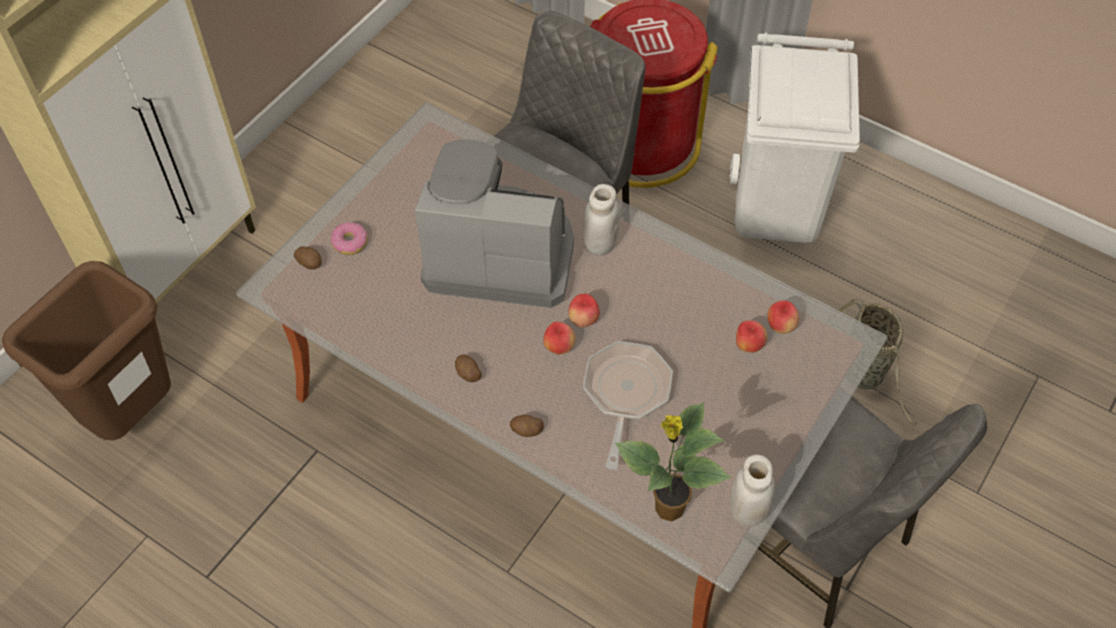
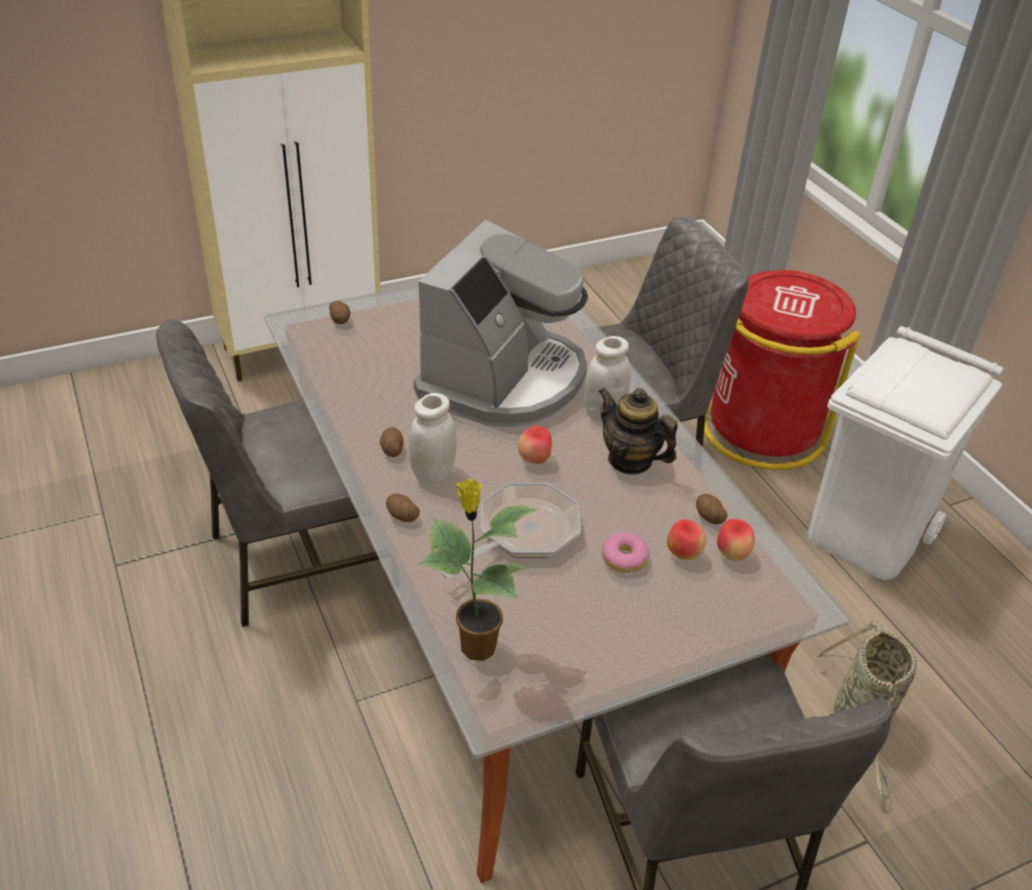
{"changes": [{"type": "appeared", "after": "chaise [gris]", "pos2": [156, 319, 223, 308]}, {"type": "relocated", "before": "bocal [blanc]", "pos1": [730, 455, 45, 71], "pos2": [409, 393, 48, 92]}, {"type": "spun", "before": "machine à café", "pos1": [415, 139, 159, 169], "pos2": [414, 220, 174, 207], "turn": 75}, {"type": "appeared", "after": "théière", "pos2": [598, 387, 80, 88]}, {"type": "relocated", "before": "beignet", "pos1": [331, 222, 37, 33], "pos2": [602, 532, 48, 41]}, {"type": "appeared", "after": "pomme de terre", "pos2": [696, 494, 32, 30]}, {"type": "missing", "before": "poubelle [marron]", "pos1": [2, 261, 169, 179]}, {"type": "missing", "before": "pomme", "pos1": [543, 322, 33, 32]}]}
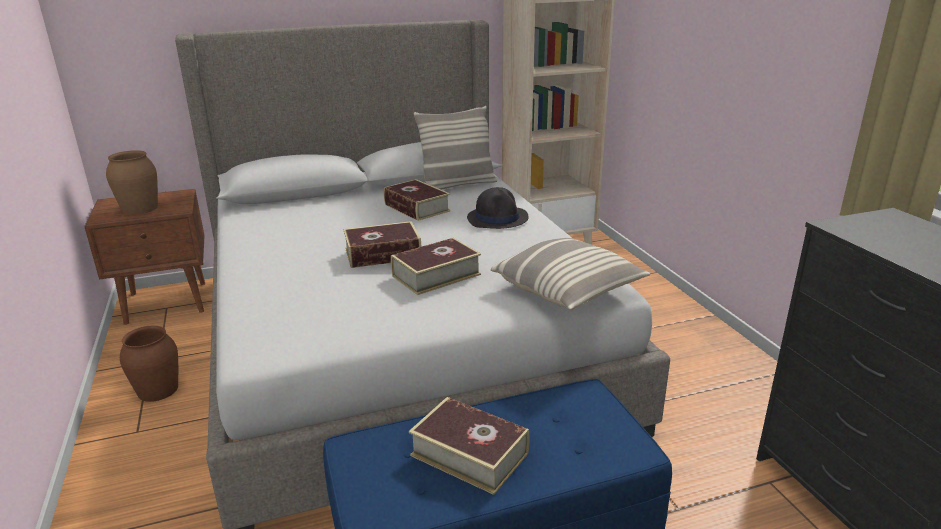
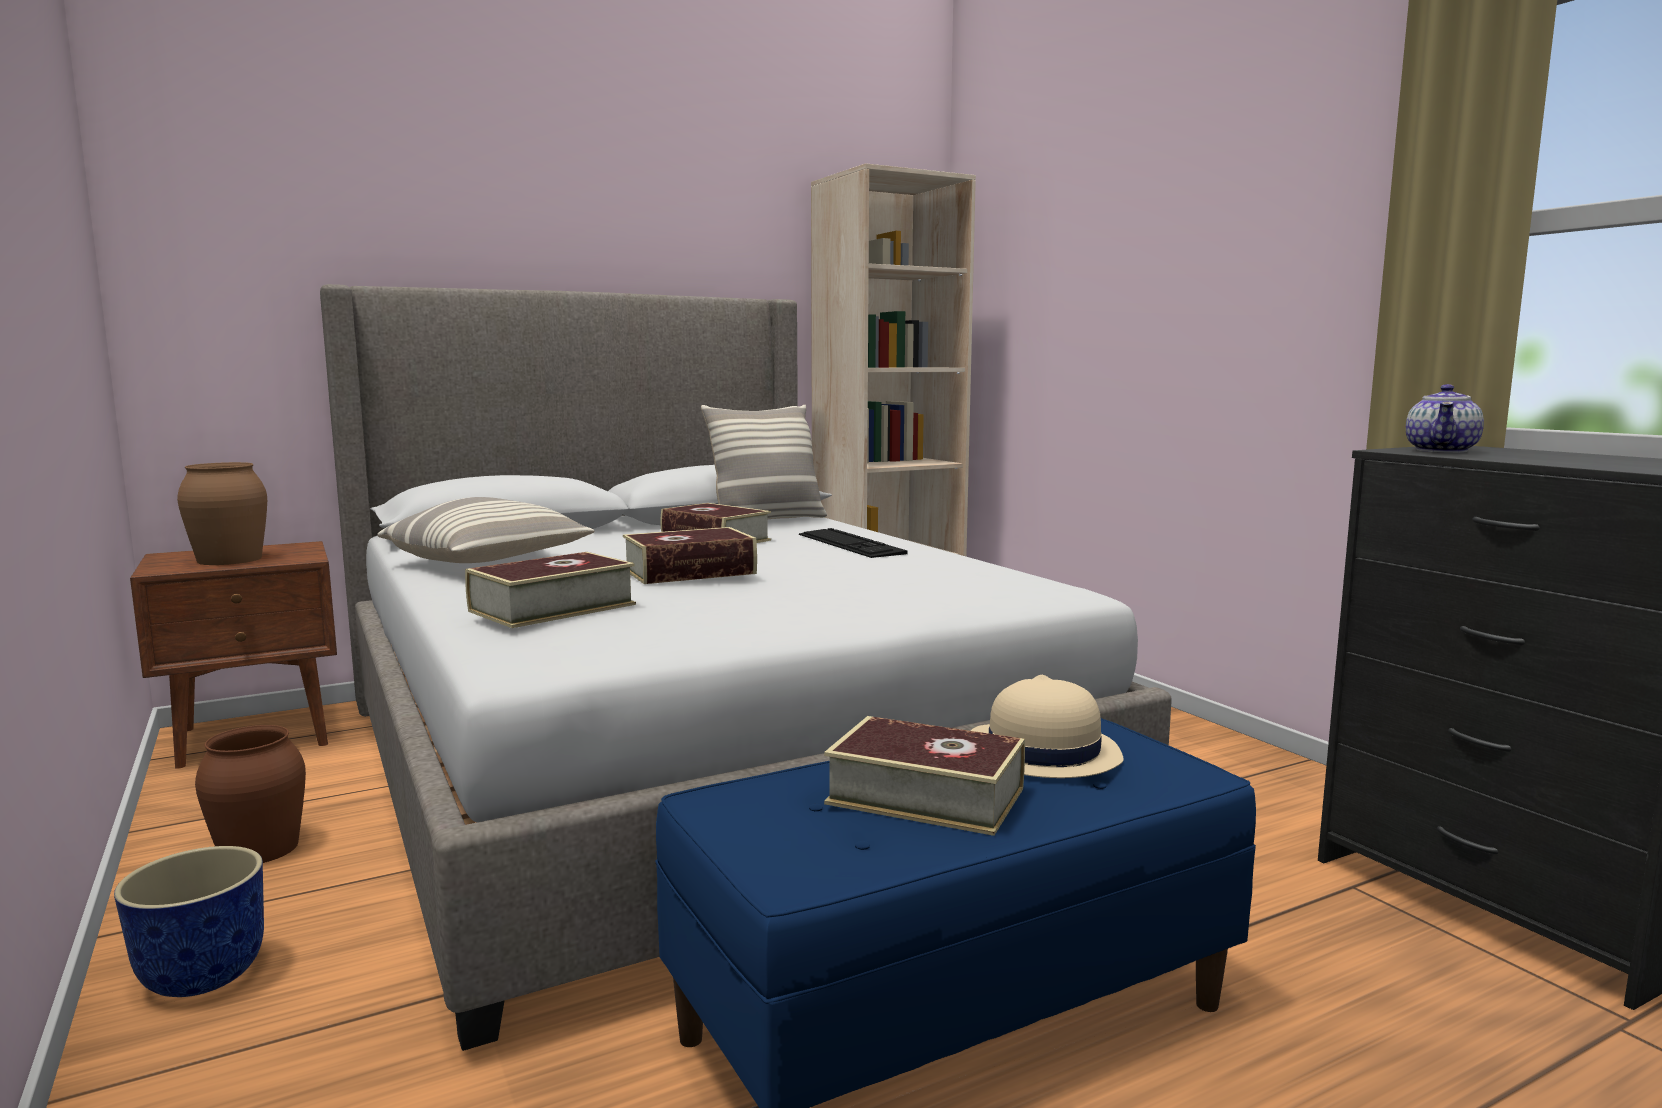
{"changes": [{"type": "appeared", "after": "cache-pot", "pos2": [114, 846, 150, 151]}, {"type": "relocated", "before": "coussin", "pos1": [491, 237, 159, 73], "pos2": [377, 497, 218, 66]}, {"type": "relocated", "before": "livre", "pos1": [391, 238, 90, 57], "pos2": [465, 552, 171, 76]}, {"type": "exchanged", "before": "chapeau [noir]", "after": "clavier", "pos1": [467, 187, 62, 42], "pos2": [799, 528, 109, 30]}, {"type": "appeared", "after": "chapeau [beige]", "pos2": [971, 675, 153, 103]}, {"type": "appeared", "after": "théière", "pos2": [1406, 384, 78, 69]}]}
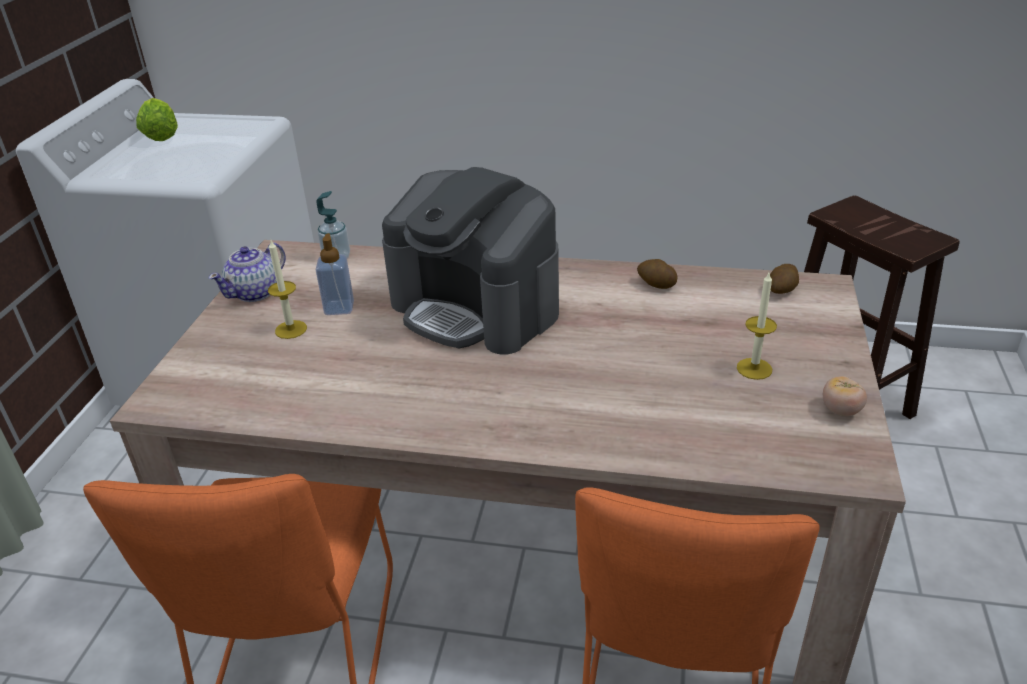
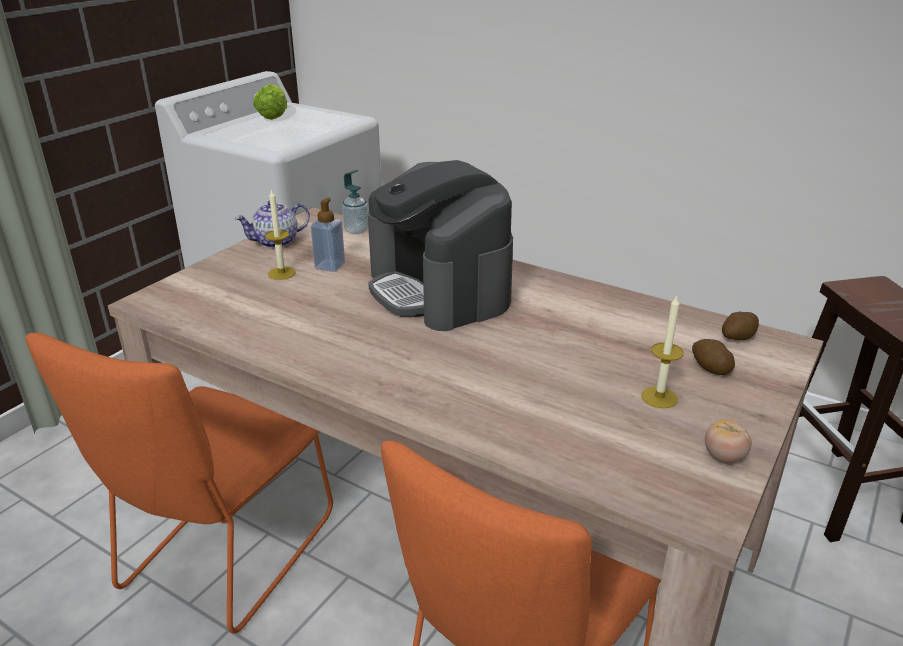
{"changes": [{"type": "relocated", "before": "pomme de terre", "pos1": [637, 259, 41, 30], "pos2": [692, 339, 43, 36]}]}
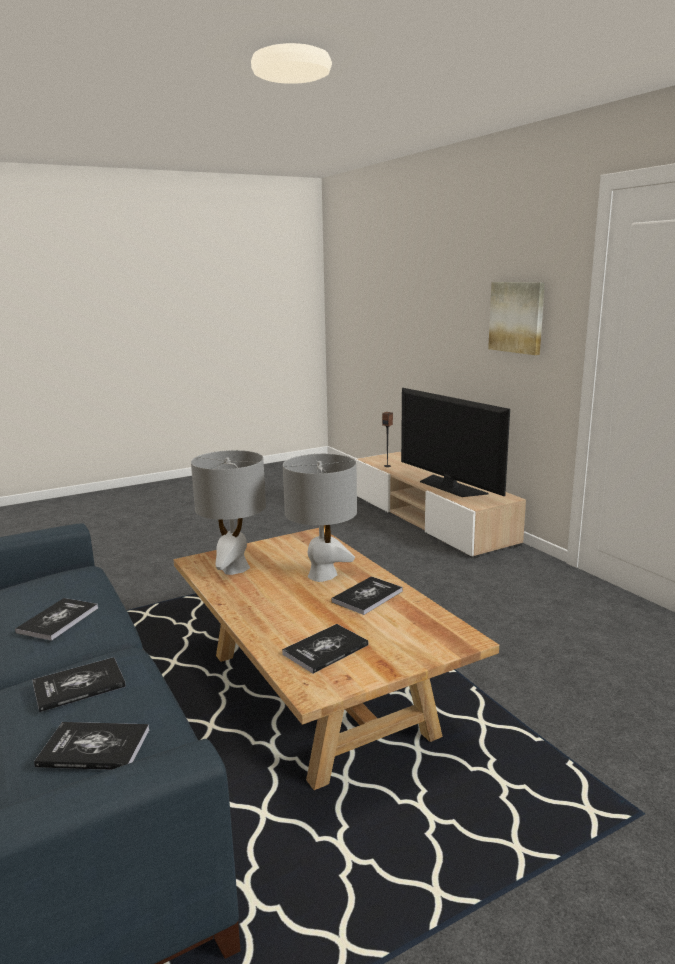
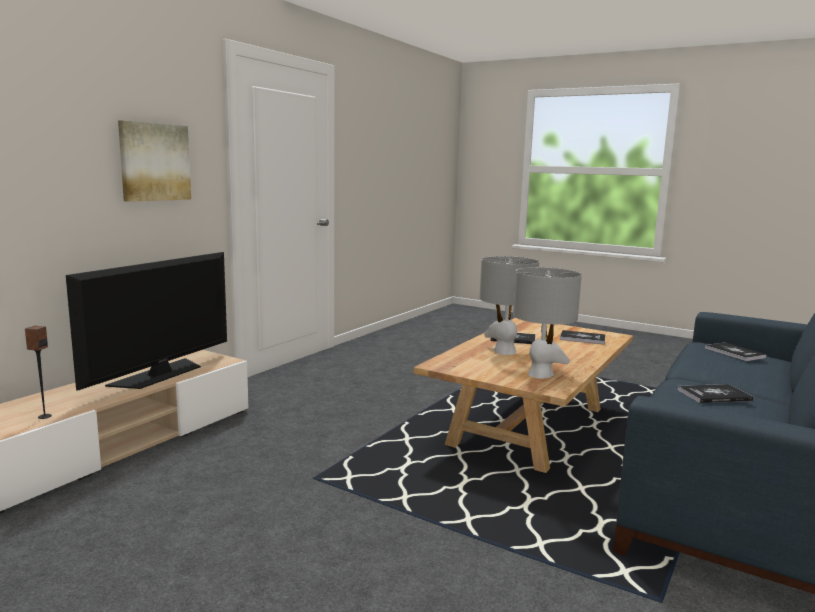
{"changes": [{"type": "missing", "before": "livre", "pos1": [32, 657, 94, 55]}]}
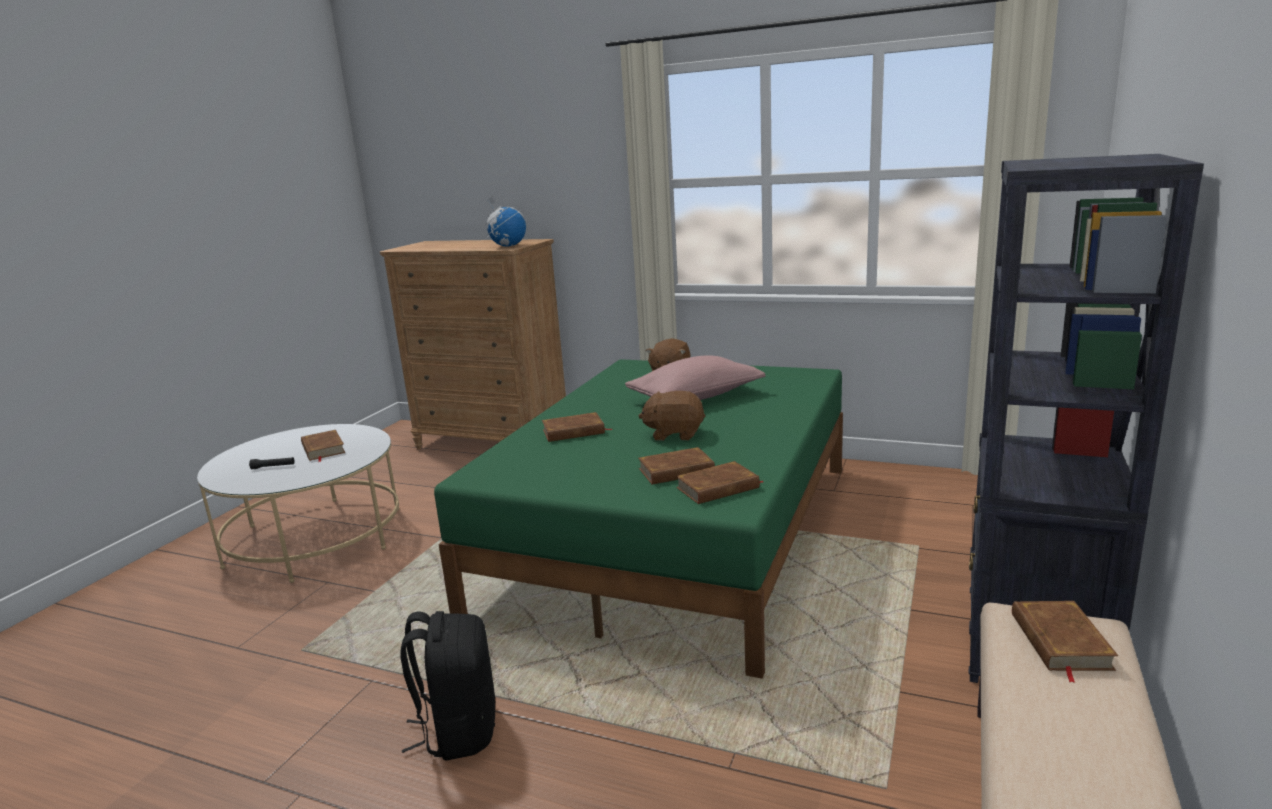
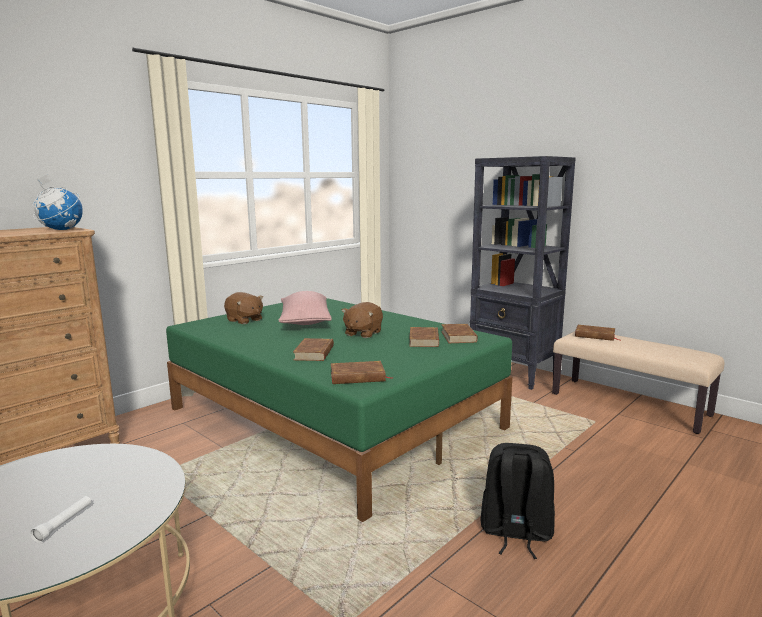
{"changes": [{"type": "colour", "before": "lampe de poche [noir]", "after": "lampe de poche [blanc]", "pos1": [249, 457, 46, 12], "pos2": [30, 496, 61, 47]}, {"type": "relocated", "before": "livre [marron]", "pos1": [301, 430, 45, 32], "pos2": [331, 361, 63, 23]}]}
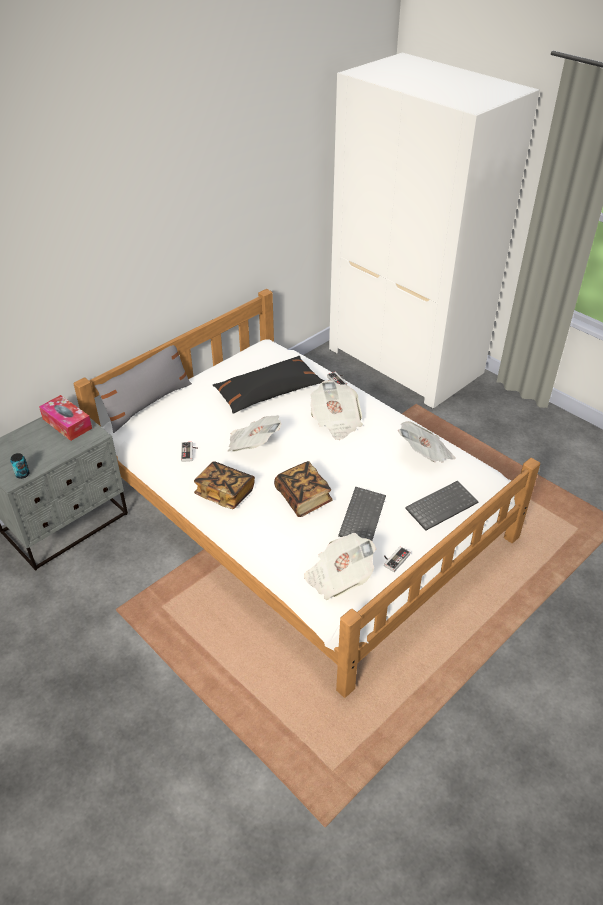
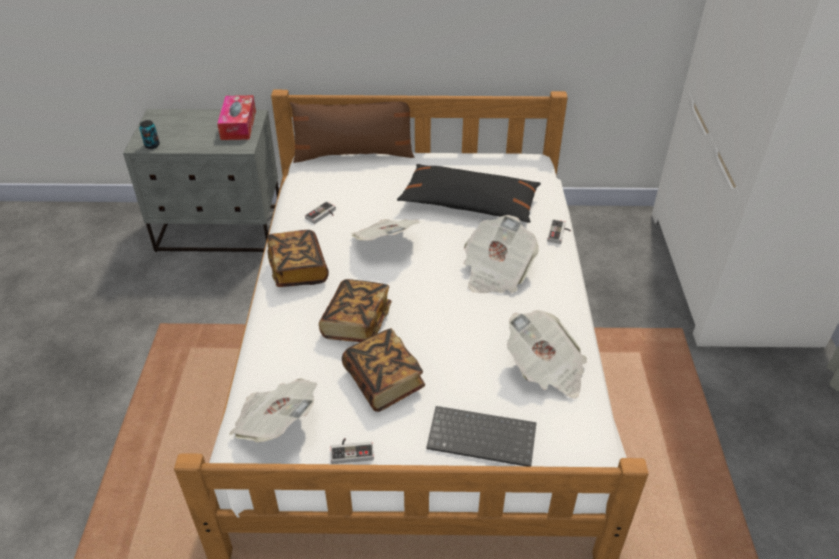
{"changes": [{"type": "colour", "before": "coussin [gris]", "after": "coussin [marron]", "pos1": [95, 345, 97, 88], "pos2": [290, 101, 124, 62]}, {"type": "exchanged", "before": "clavier", "after": "livre", "pos1": [338, 486, 48, 55], "pos2": [342, 328, 83, 84]}]}
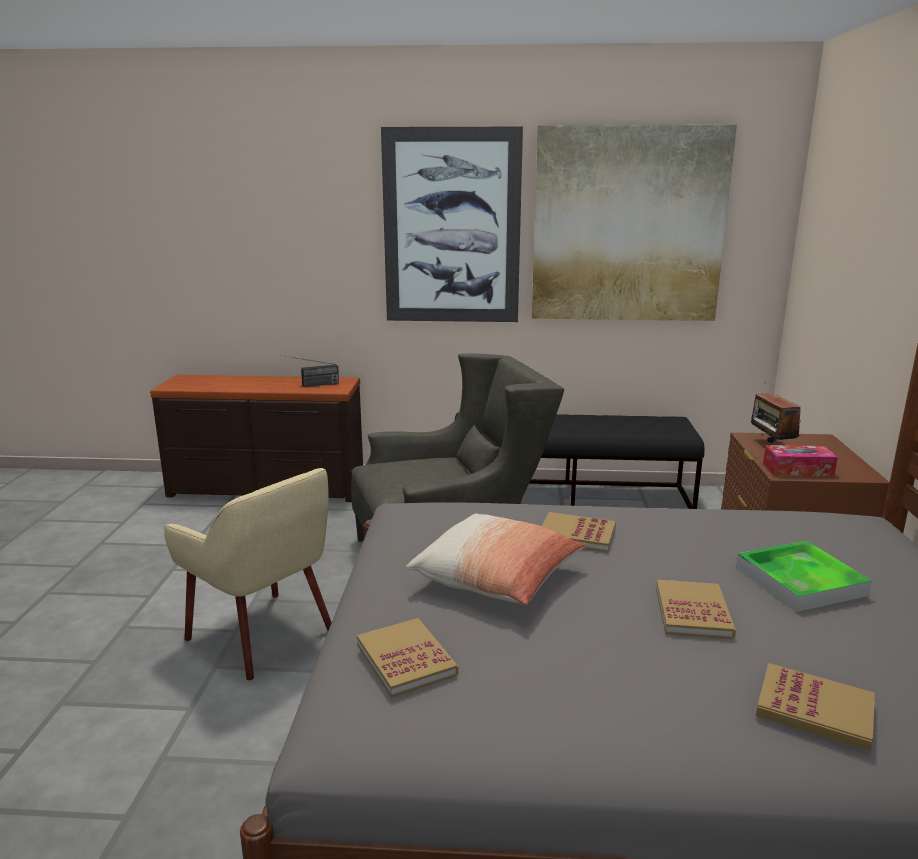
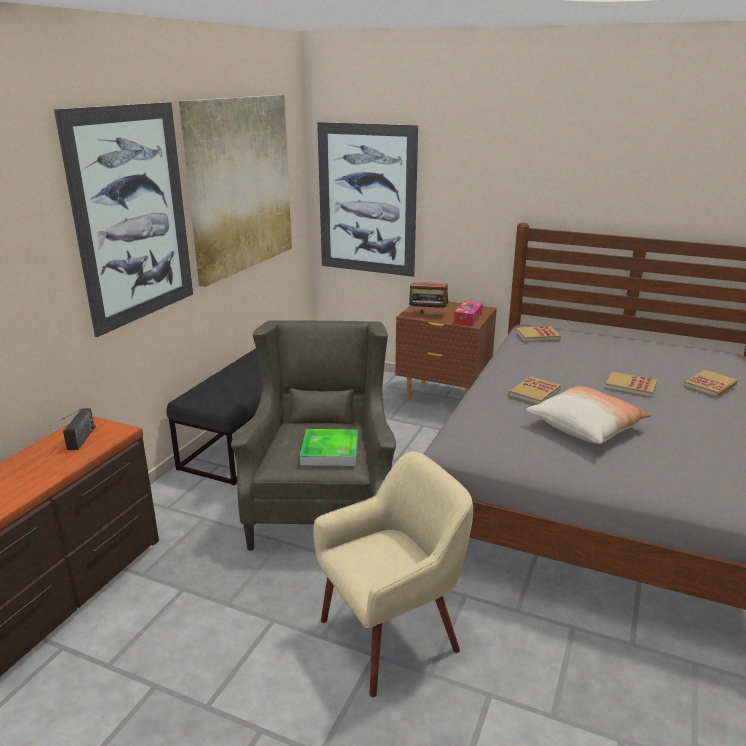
{"changes": [{"type": "relocated", "before": "plateau", "pos1": [736, 541, 136, 71], "pos2": [300, 429, 58, 37]}, {"type": "appeared", "after": "tableau", "pos2": [317, 122, 101, 155]}, {"type": "relocated", "before": "livre", "pos1": [357, 618, 101, 80], "pos2": [515, 326, 46, 16]}]}
